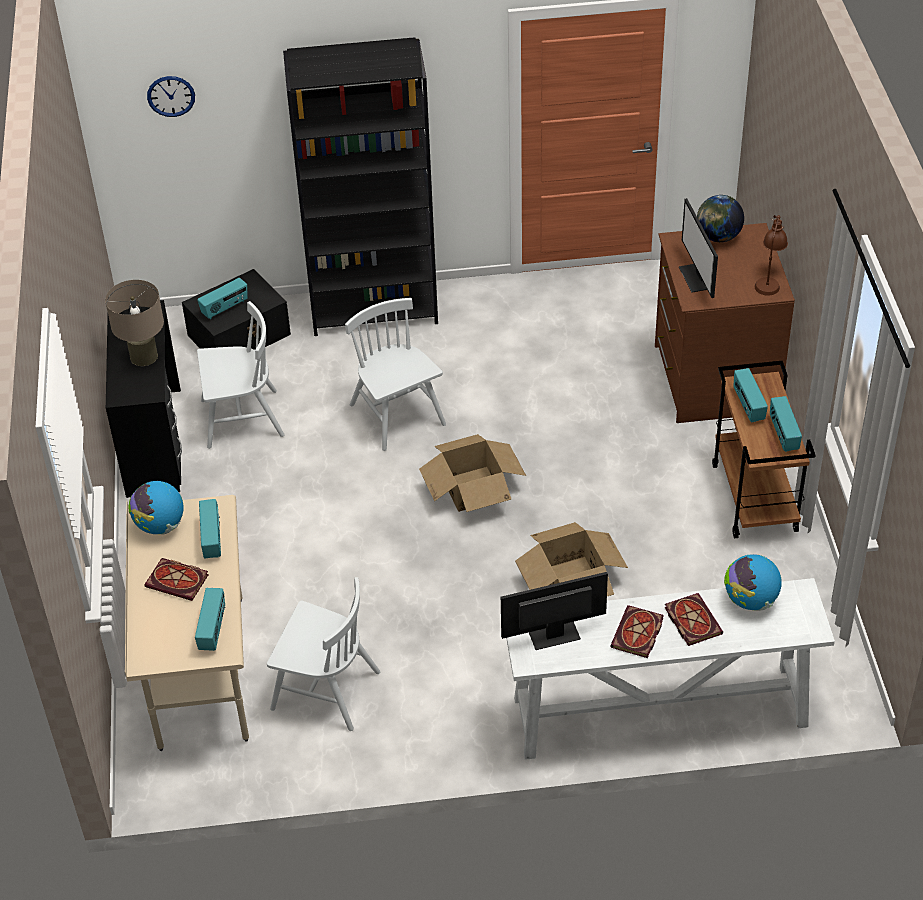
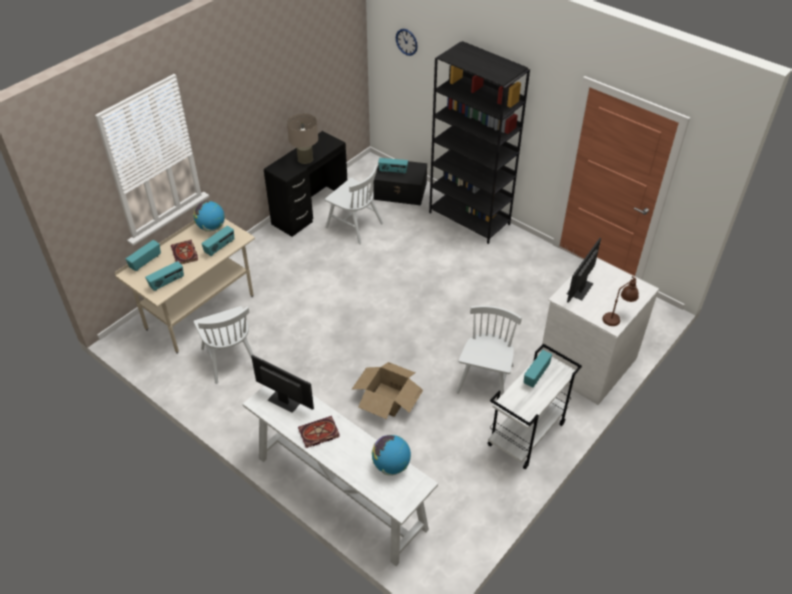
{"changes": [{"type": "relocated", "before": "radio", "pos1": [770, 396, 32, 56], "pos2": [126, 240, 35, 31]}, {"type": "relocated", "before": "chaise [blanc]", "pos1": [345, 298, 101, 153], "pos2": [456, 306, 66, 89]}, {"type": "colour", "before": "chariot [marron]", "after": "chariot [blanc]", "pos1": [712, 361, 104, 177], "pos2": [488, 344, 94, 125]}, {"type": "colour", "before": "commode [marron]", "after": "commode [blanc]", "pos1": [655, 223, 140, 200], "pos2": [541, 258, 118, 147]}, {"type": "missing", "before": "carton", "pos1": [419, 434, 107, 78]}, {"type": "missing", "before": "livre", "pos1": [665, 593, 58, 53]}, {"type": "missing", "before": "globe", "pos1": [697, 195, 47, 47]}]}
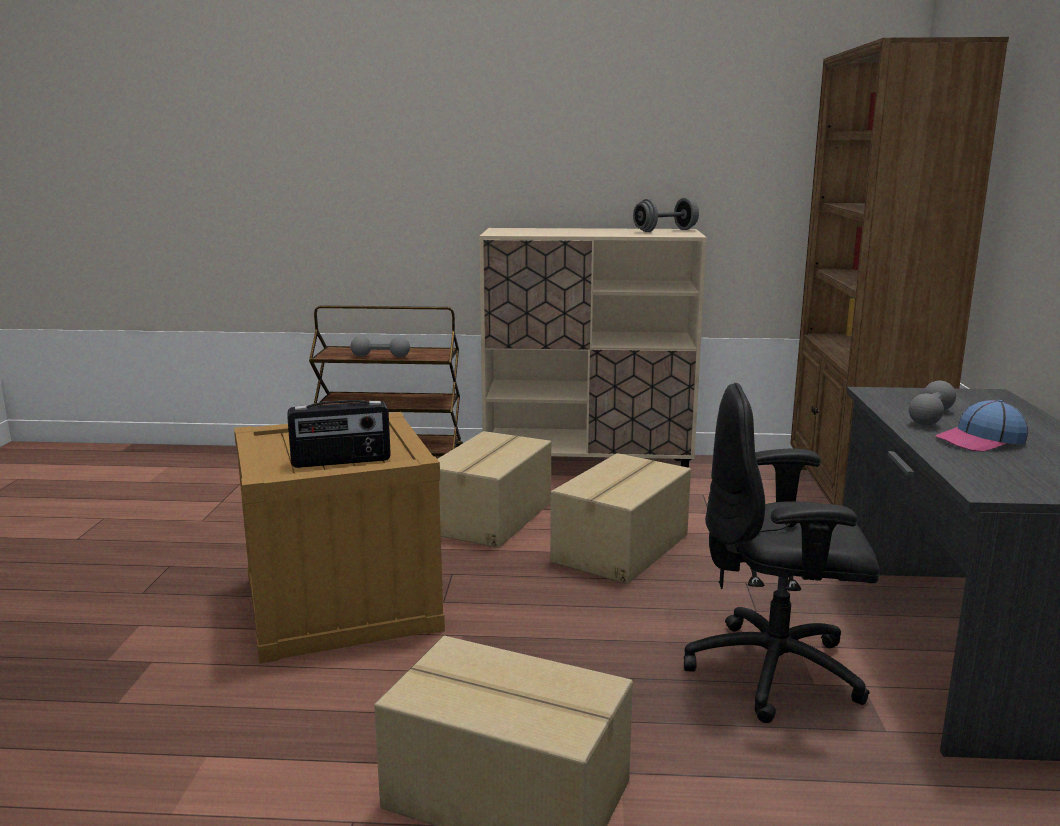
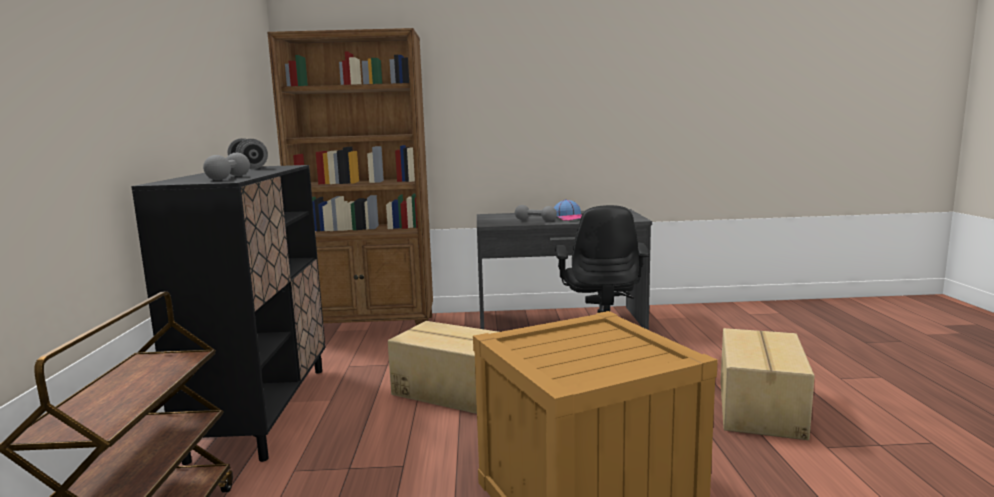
{"changes": [{"type": "colour", "before": "meuble de rangement [beige]", "after": "meuble de rangement [noir]", "pos1": [479, 228, 228, 240], "pos2": [131, 165, 194, 300]}, {"type": "relocated", "before": "haltère [gris]", "pos1": [351, 336, 59, 21], "pos2": [203, 153, 47, 27]}, {"type": "missing", "before": "radio", "pos1": [287, 400, 104, 68]}, {"type": "missing", "before": "carton", "pos1": [438, 431, 113, 117]}]}
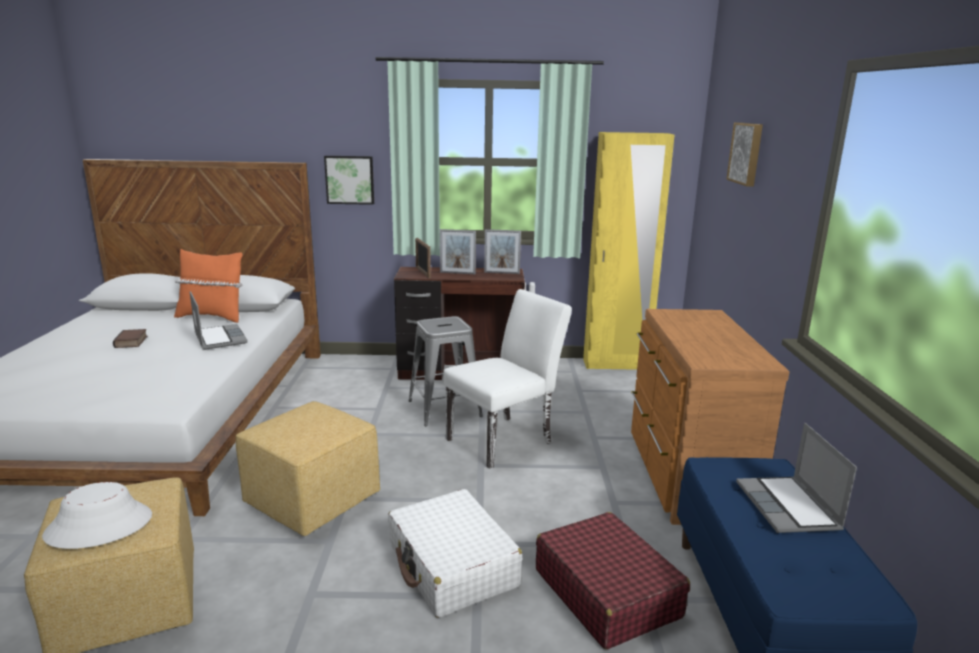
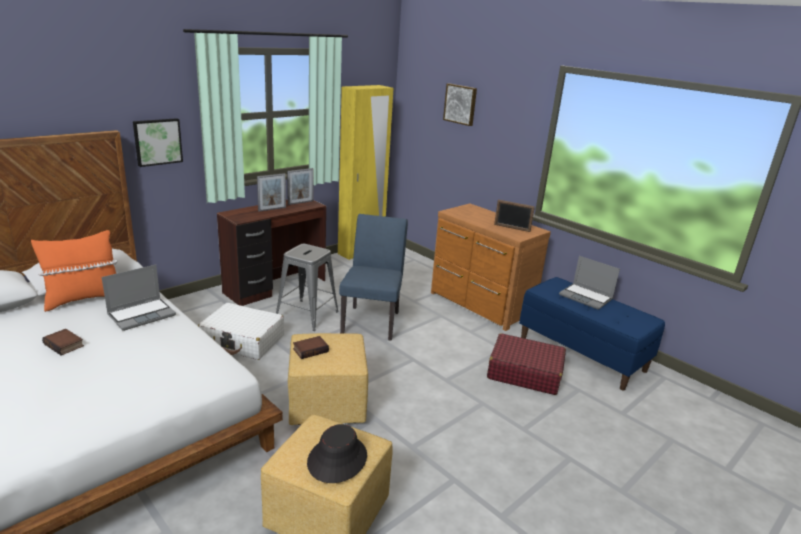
{"changes": [{"type": "spun", "before": "ordinateur portable", "pos1": [189, 291, 59, 59], "pos2": [102, 265, 74, 66], "turn": 120}, {"type": "relocated", "before": "valise [blanc]", "pos1": [388, 489, 134, 129], "pos2": [198, 303, 86, 57]}, {"type": "appeared", "after": "livre", "pos2": [293, 336, 36, 23]}, {"type": "colour", "before": "chapeau [blanc]", "after": "chapeau [noir]", "pos1": [42, 482, 110, 67], "pos2": [307, 424, 60, 59]}, {"type": "colour", "before": "chaise [blanc]", "after": "chaise [bleu]", "pos1": [443, 289, 129, 180], "pos2": [339, 214, 69, 127]}, {"type": "relocated", "before": "cadre photo", "pos1": [415, 238, 16, 40], "pos2": [494, 200, 41, 32]}]}
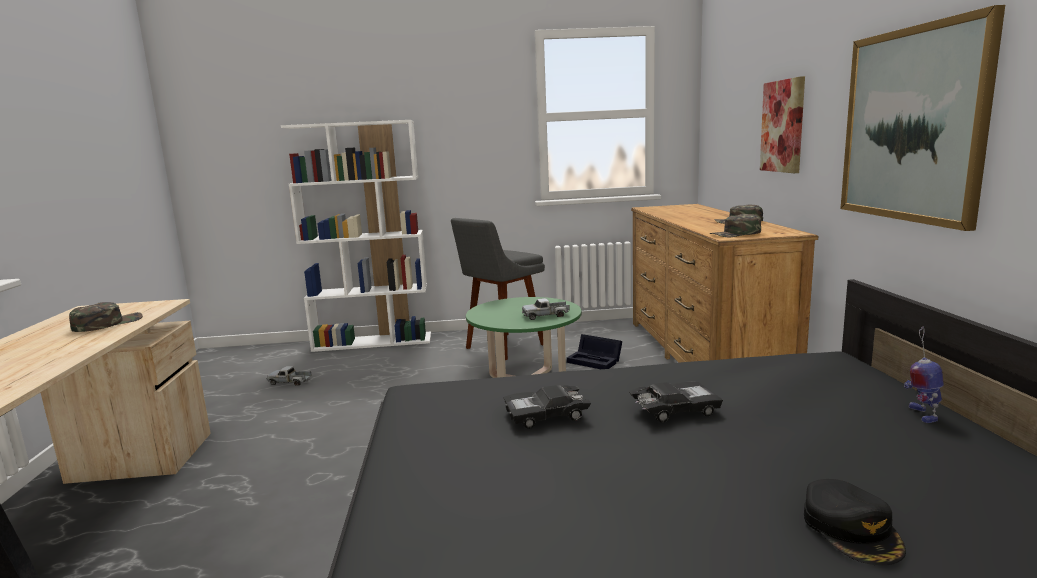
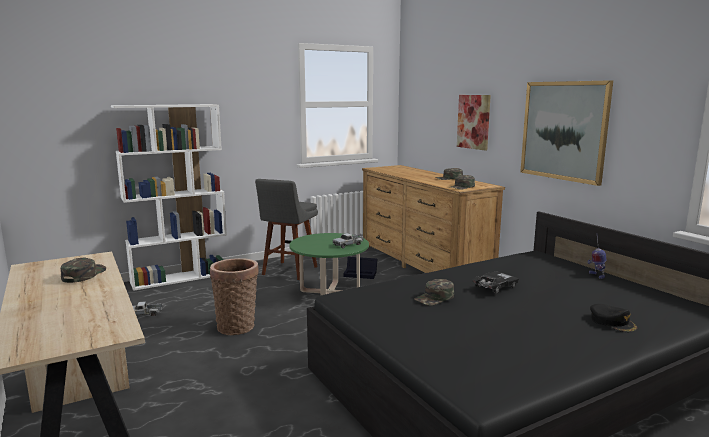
{"changes": [{"type": "appeared", "after": "panier", "pos2": [210, 258, 48, 77]}, {"type": "exchanged", "before": "petite voiture [noir]", "after": "casquette [vert]", "pos1": [503, 385, 88, 44], "pos2": [414, 279, 40, 27]}]}
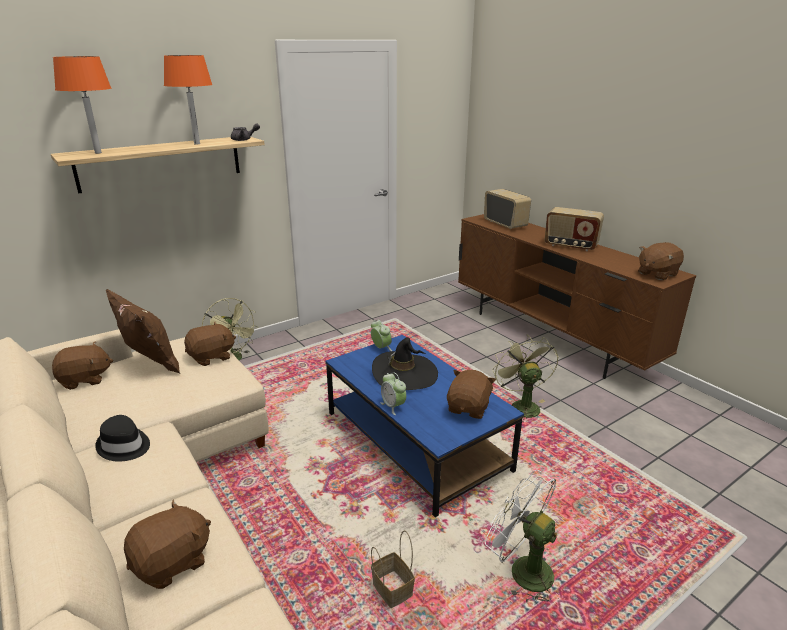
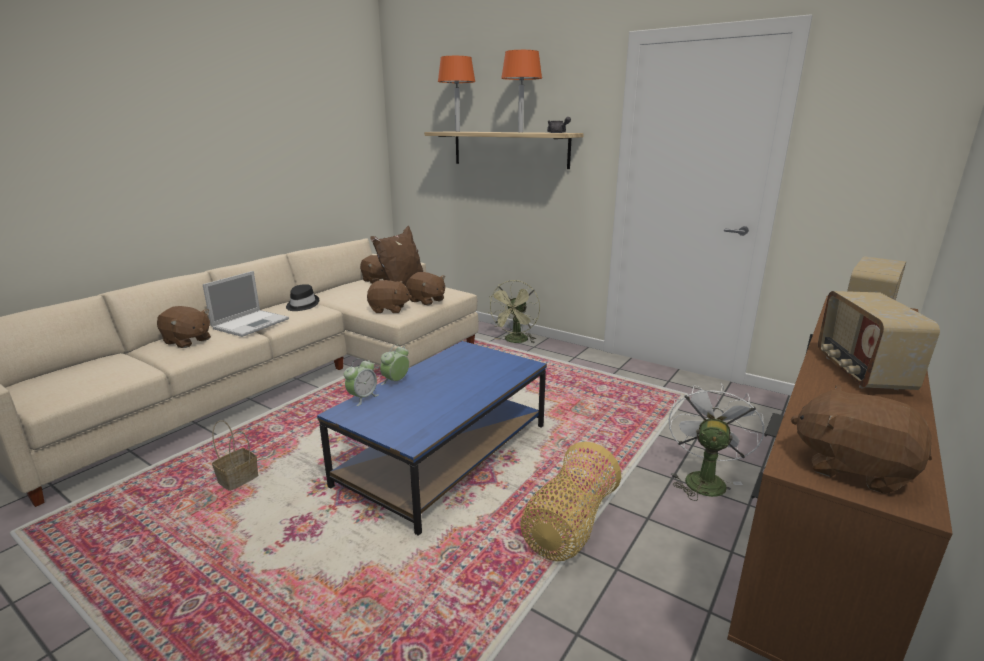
{"changes": [{"type": "appeared", "after": "ordinateur portable", "pos2": [203, 271, 86, 66]}, {"type": "relocated", "before": "réveil", "pos1": [371, 320, 21, 31], "pos2": [344, 358, 35, 48]}, {"type": "relocated", "before": "peluche [marron]", "pos1": [447, 370, 49, 49], "pos2": [367, 280, 45, 33]}, {"type": "exchanged", "before": "ventilateur [vert]", "after": "panier", "pos1": [493, 335, 65, 87], "pos2": [520, 441, 101, 120]}, {"type": "relocated", "before": "ventilateur [blanc]", "pos1": [485, 470, 72, 134], "pos2": [669, 383, 95, 118]}, {"type": "missing", "before": "chapeau [noir]", "pos1": [372, 337, 66, 53]}]}
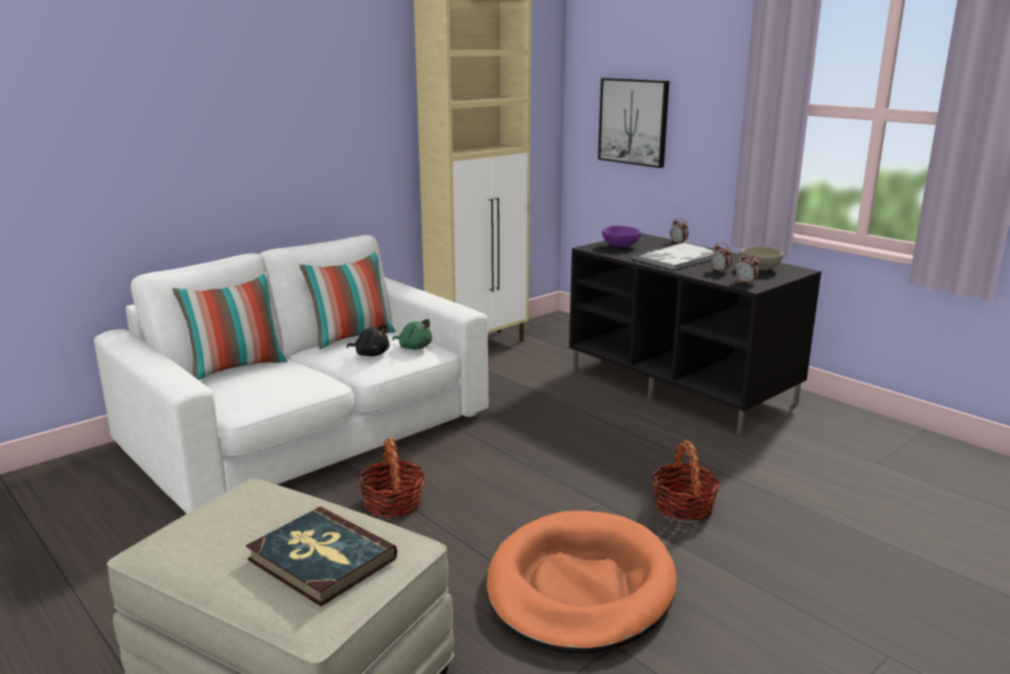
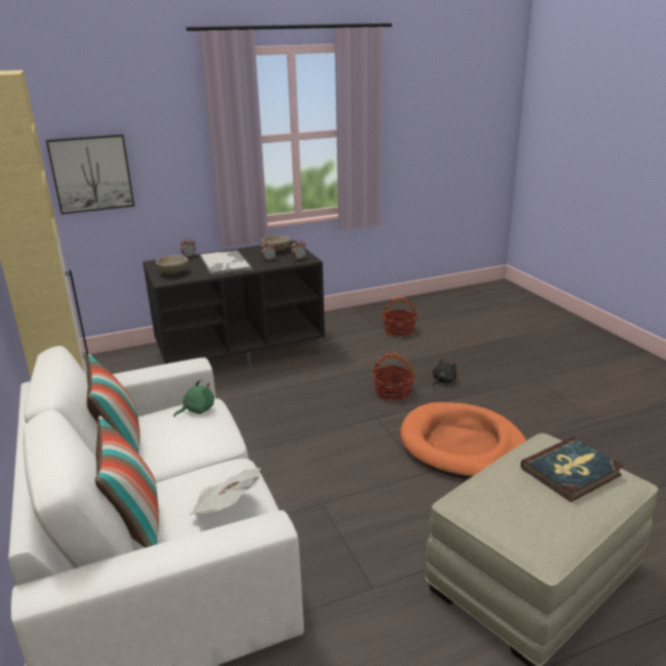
{"changes": [{"type": "colour", "before": "bol [violet]", "after": "bol [beige]", "pos1": [602, 226, 39, 21], "pos2": [156, 255, 32, 19]}, {"type": "appeared", "after": "journal", "pos2": [190, 468, 71, 47]}, {"type": "relocated", "before": "panier", "pos1": [358, 438, 67, 80], "pos2": [382, 297, 35, 40]}, {"type": "relocated", "before": "peluche [noir]", "pos1": [347, 324, 42, 32], "pos2": [432, 358, 25, 29]}]}
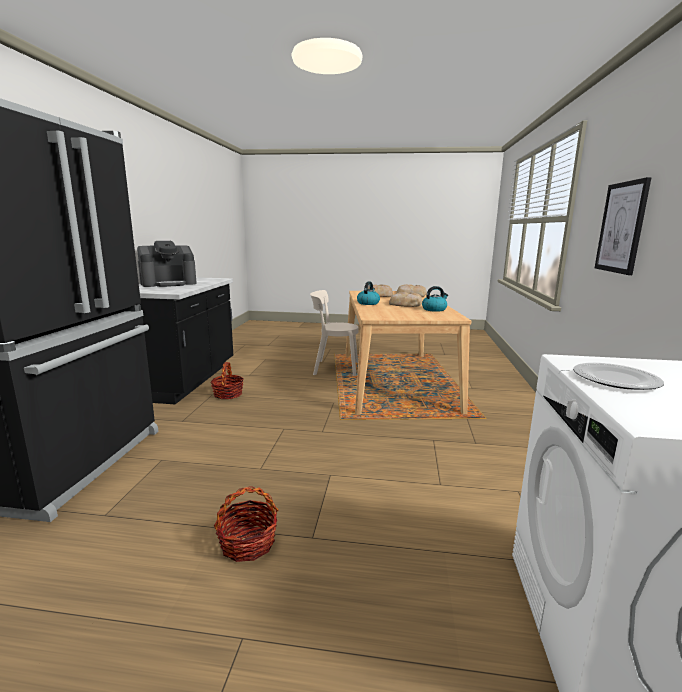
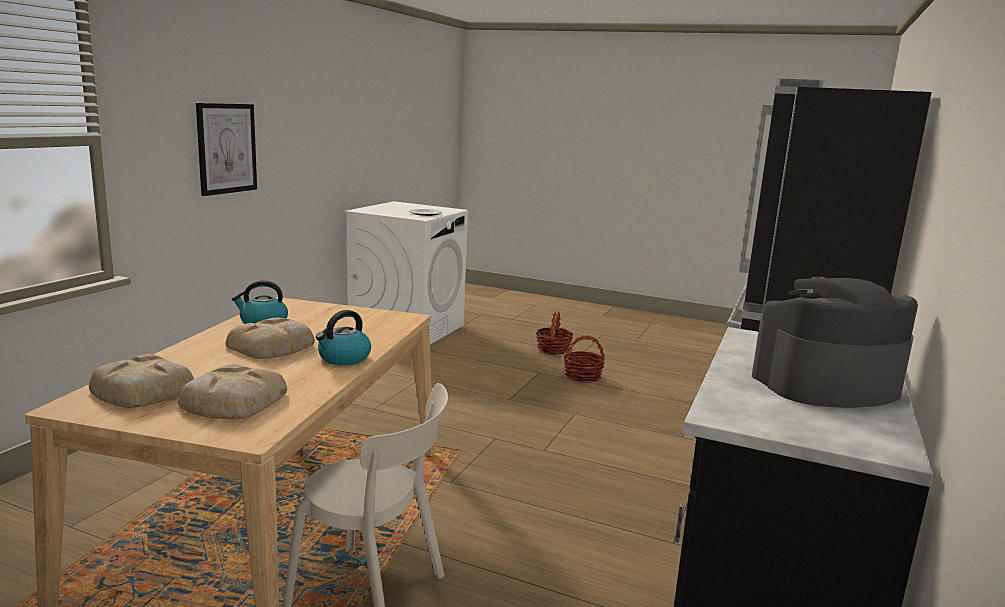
{"changes": [{"type": "relocated", "before": "panier", "pos1": [210, 362, 34, 37], "pos2": [536, 312, 37, 43]}]}
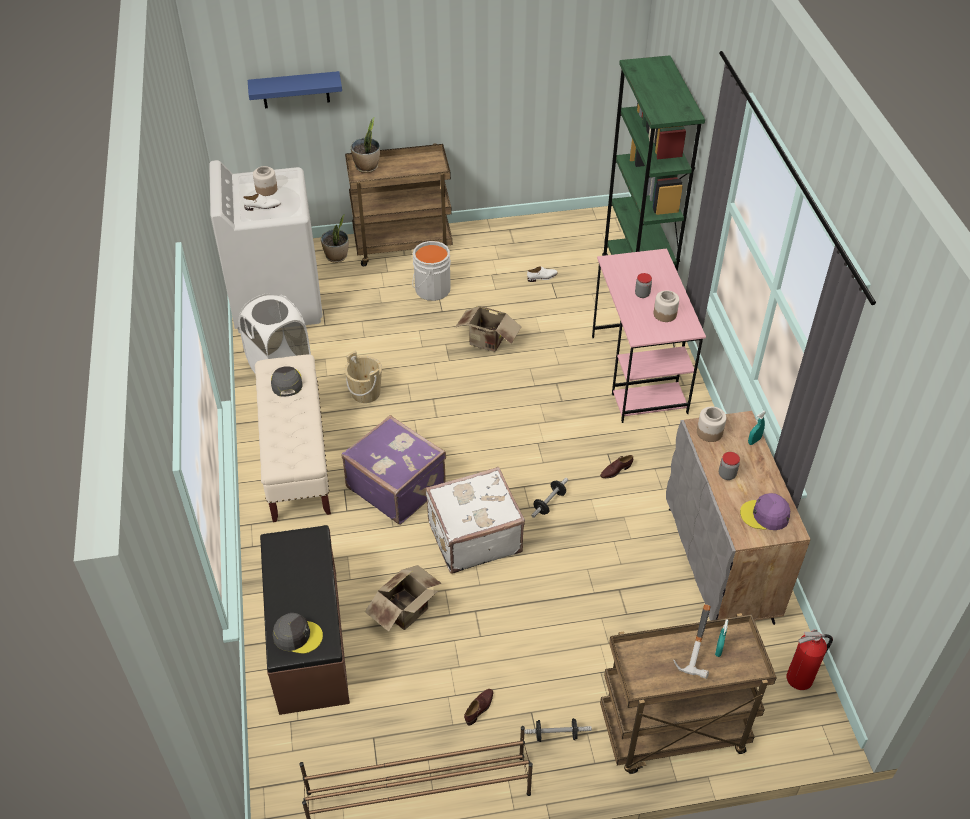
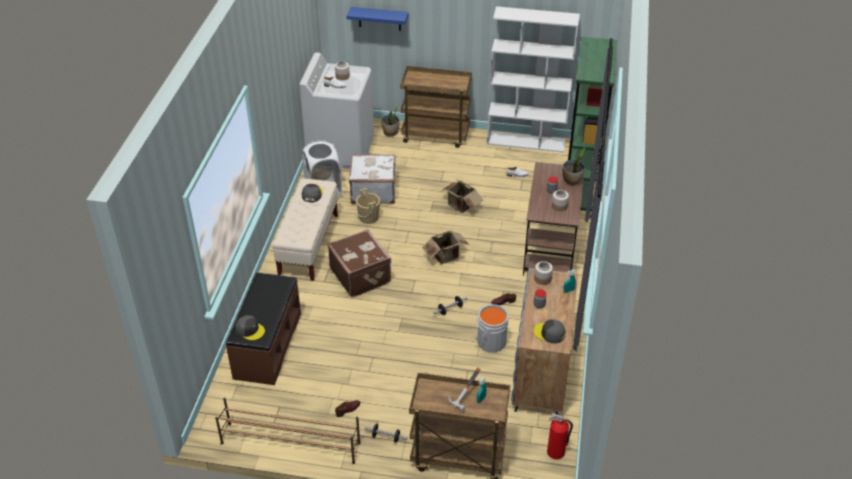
{"changes": [{"type": "colour", "before": "valise [violet]", "after": "valise [marron]", "pos1": [342, 415, 104, 109], "pos2": [328, 229, 63, 68]}, {"type": "relocated", "before": "valise [blanc]", "pos1": [425, 467, 100, 107], "pos2": [349, 154, 47, 50]}, {"type": "relocated", "before": "carton", "pos1": [365, 565, 77, 67], "pos2": [422, 231, 47, 33]}, {"type": "relocated", "before": "seau [gris]", "pos1": [412, 241, 39, 60], "pos2": [474, 304, 35, 49]}, {"type": "appeared", "after": "bibliothèque [blanc]", "pos2": [487, 6, 93, 146]}, {"type": "colour", "before": "bureau [rose]", "after": "bureau [marron]", "pos1": [592, 249, 114, 174], "pos2": [523, 162, 61, 113]}, {"type": "colour", "before": "casquette [violet]", "after": "casquette [gris]", "pos1": [740, 493, 50, 37], "pos2": [534, 319, 32, 25]}, {"type": "relocated", "before": "plante en pot", "pos1": [351, 117, 29, 56], "pos2": [562, 147, 24, 39]}]}
